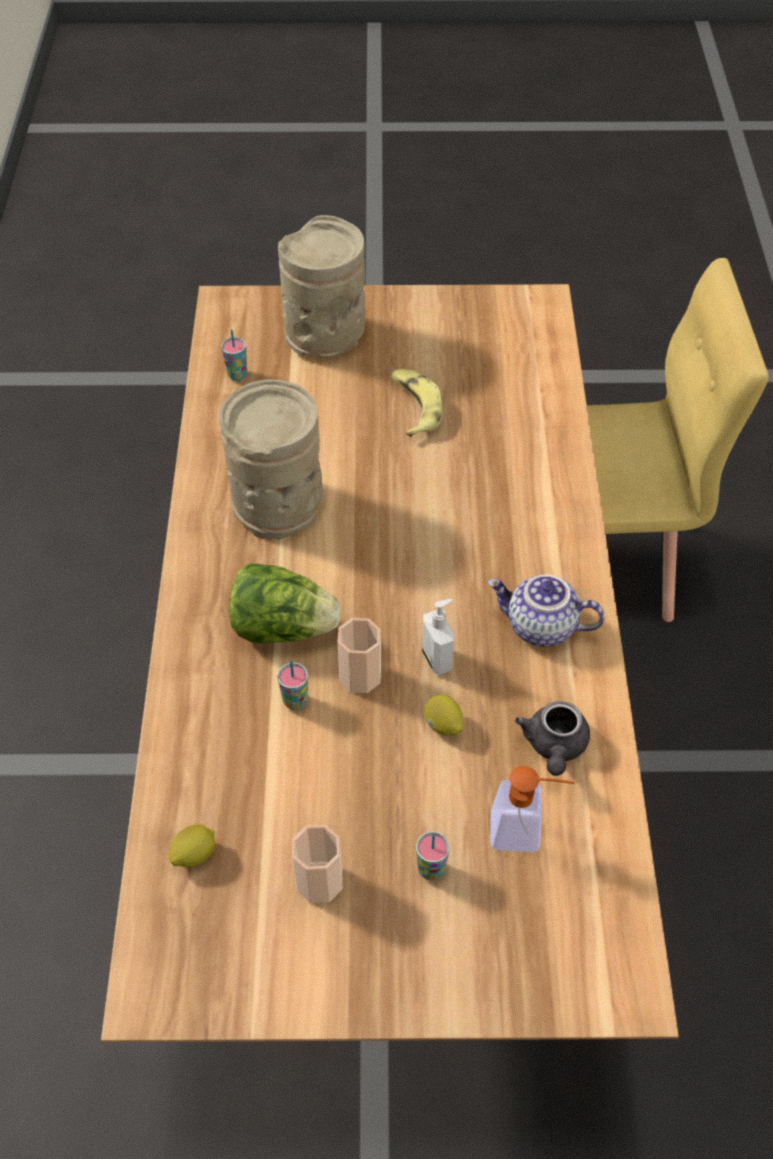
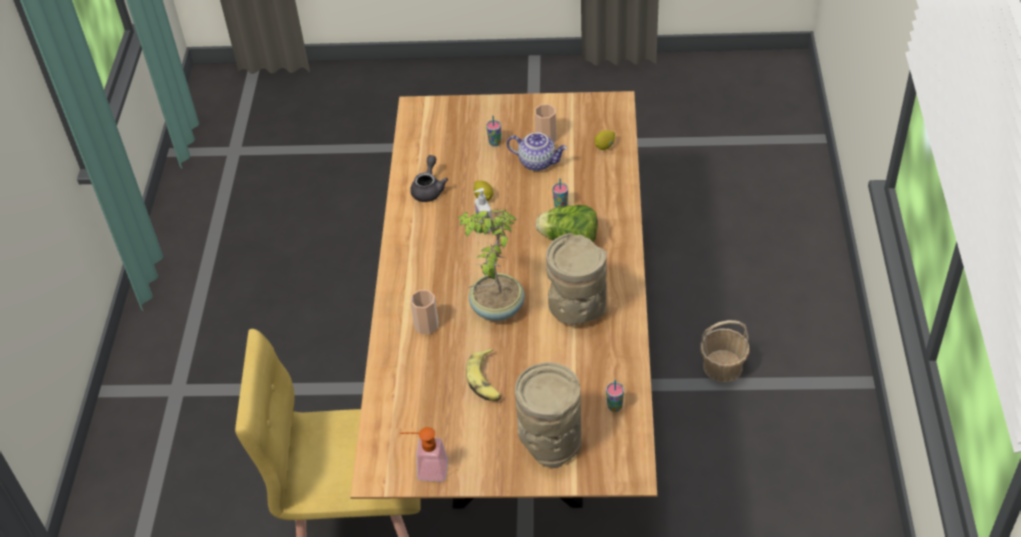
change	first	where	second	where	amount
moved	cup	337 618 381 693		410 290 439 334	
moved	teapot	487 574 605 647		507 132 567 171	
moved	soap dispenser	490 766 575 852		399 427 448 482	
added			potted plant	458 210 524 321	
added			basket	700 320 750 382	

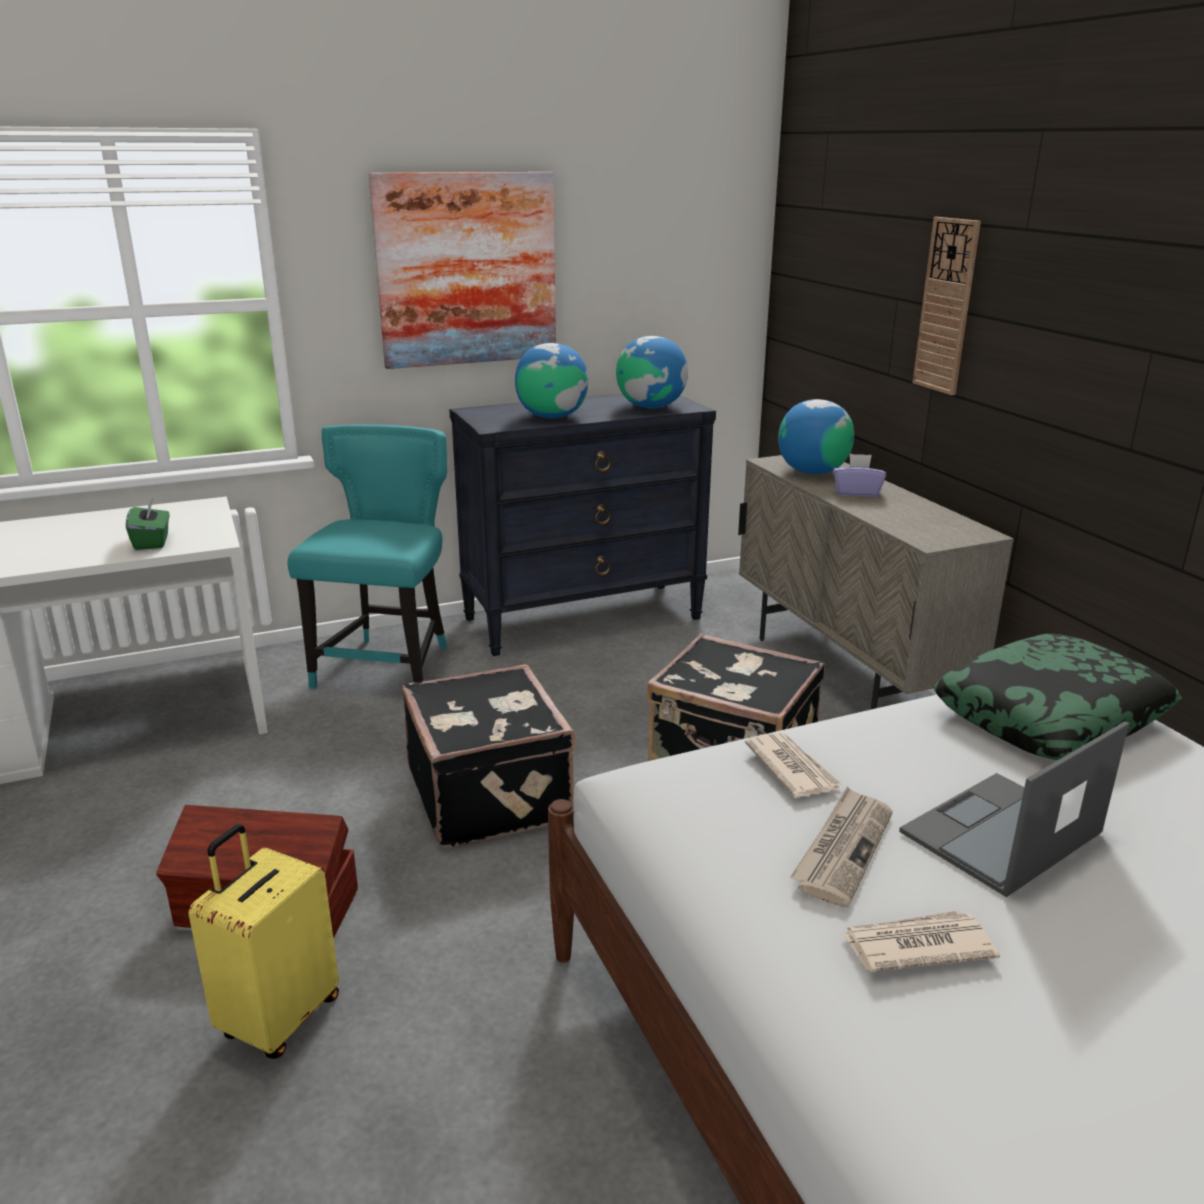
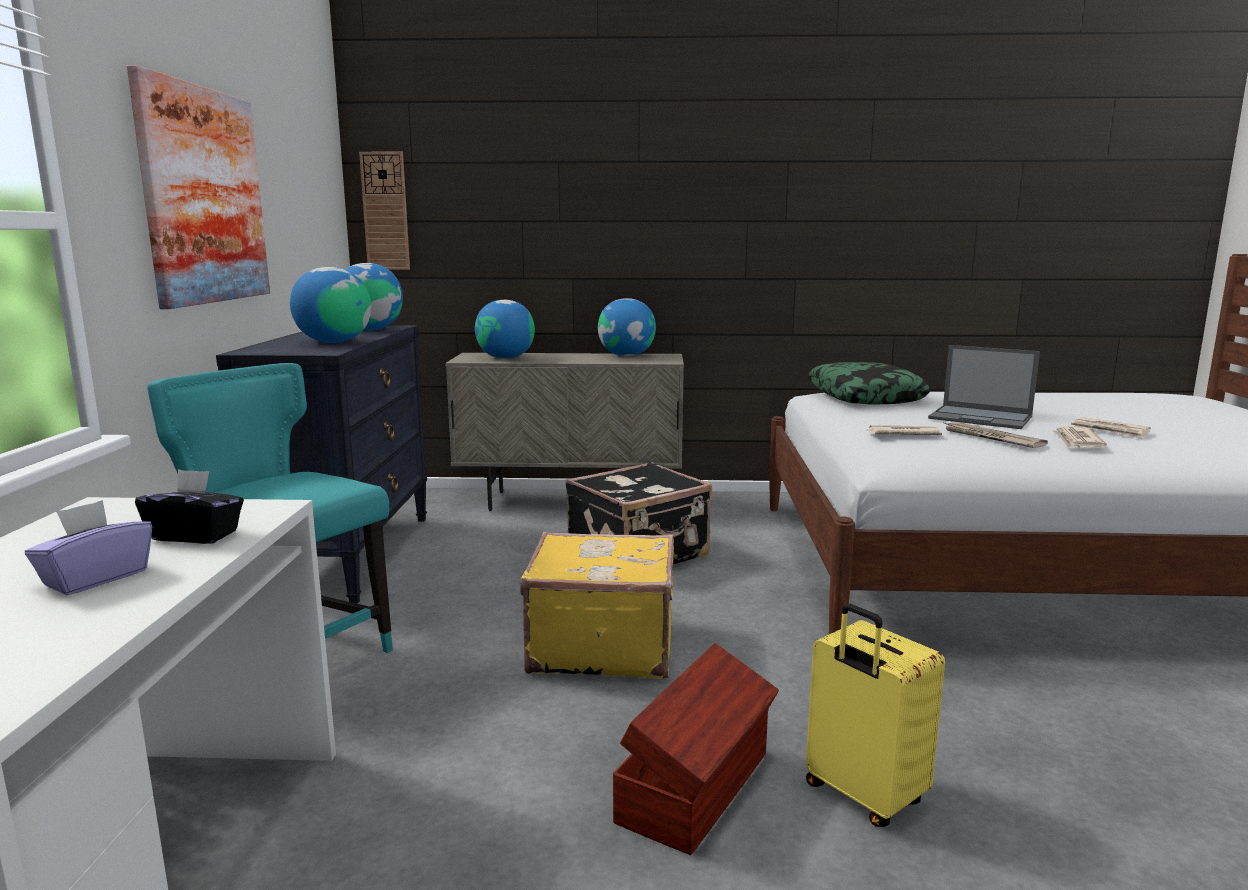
change	first	where	second	where	amount
recoloured	tissue box (green)	126 497 170 550	tissue box (black)	135 469 244 544	
recoloured	suitcase (black)	402 664 575 848	suitcase (yellow)	520 532 674 679	
moved	tissue box (purple)	833 454 886 497		25 500 152 595	
turned	laptop	899 721 1129 897		928 345 1040 429	45 degrees counterclockwise
moved	wall clock	913 217 981 395		359 152 410 270	
added			globe	598 298 656 356	
added			newspaper	1071 417 1151 439	

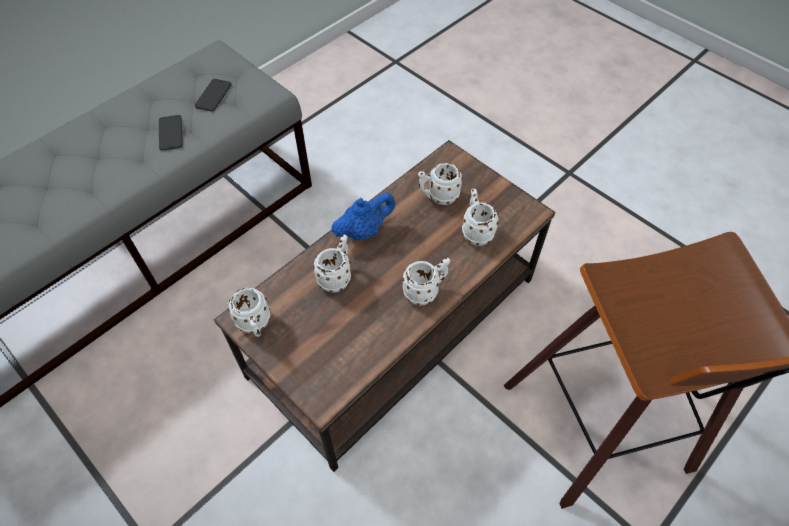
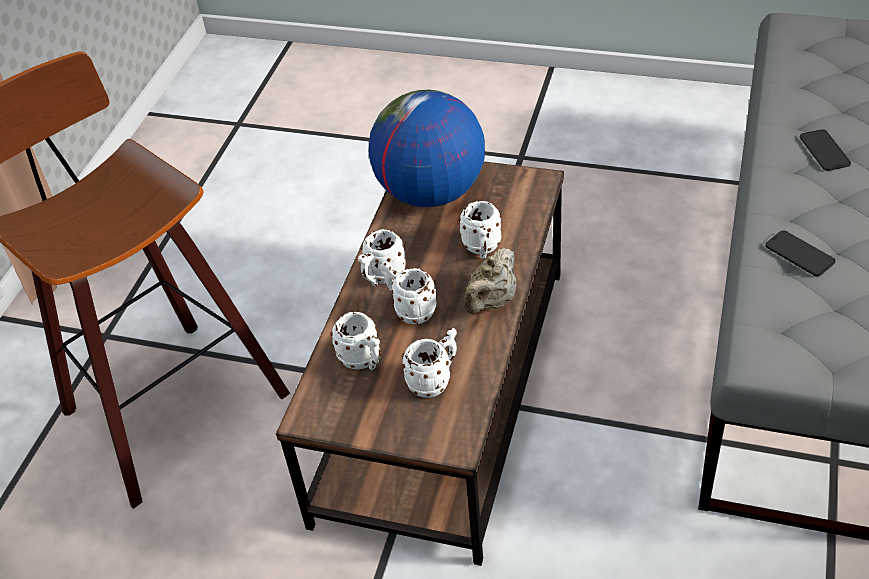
change	first	where	second	where	amount
moved	phone	195 79 232 111		800 129 851 171	
moved	mug (white)	228 288 271 337		382 261 437 324	
recoloured	teapot (blue)	331 192 395 240	teapot (beige)	464 248 516 314	
added			globe	369 90 485 207	

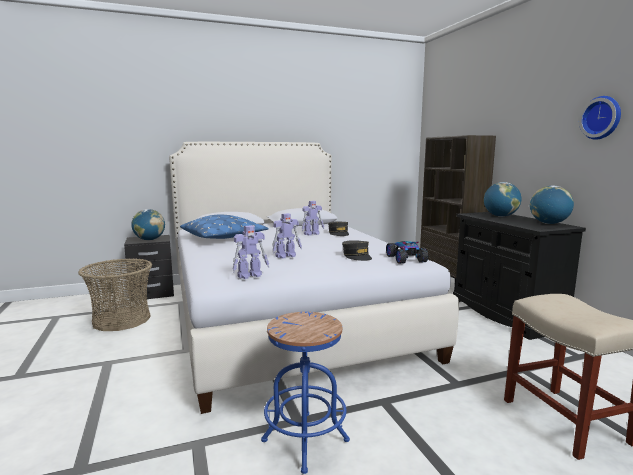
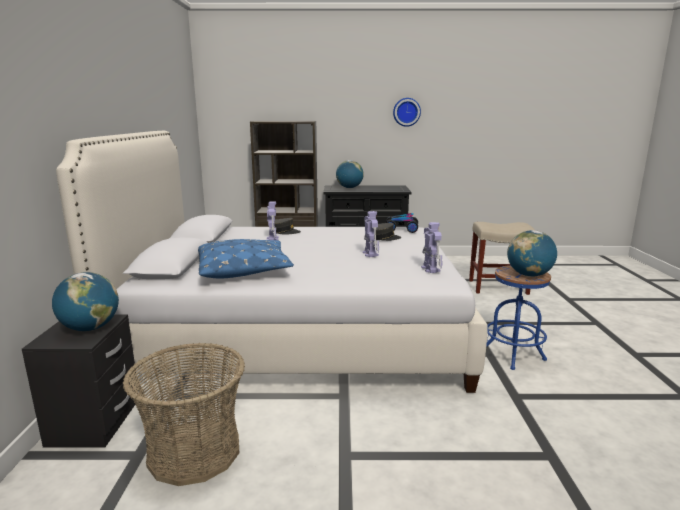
change	first	where	second	where	amount
moved	globe	530 186 574 224		507 230 557 277	

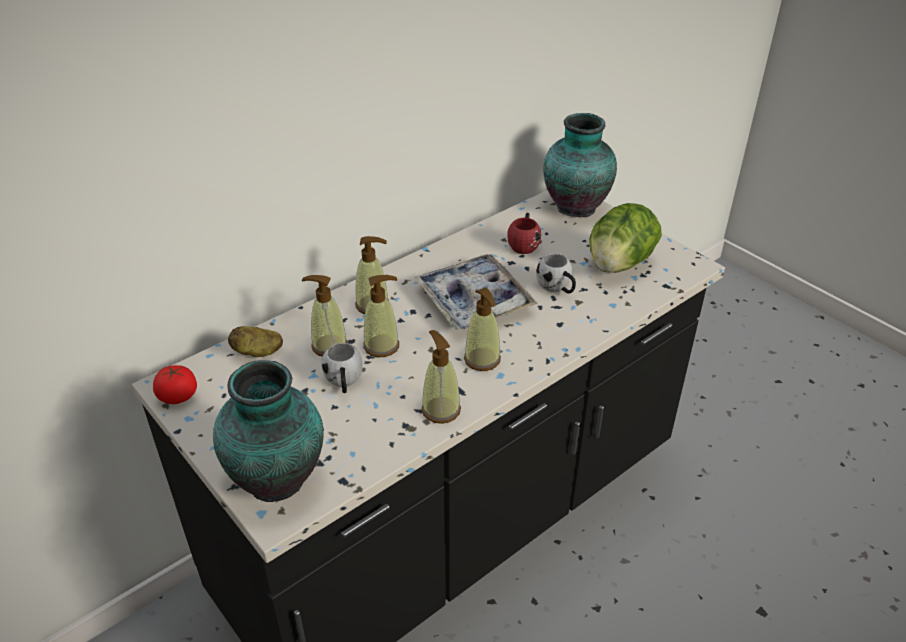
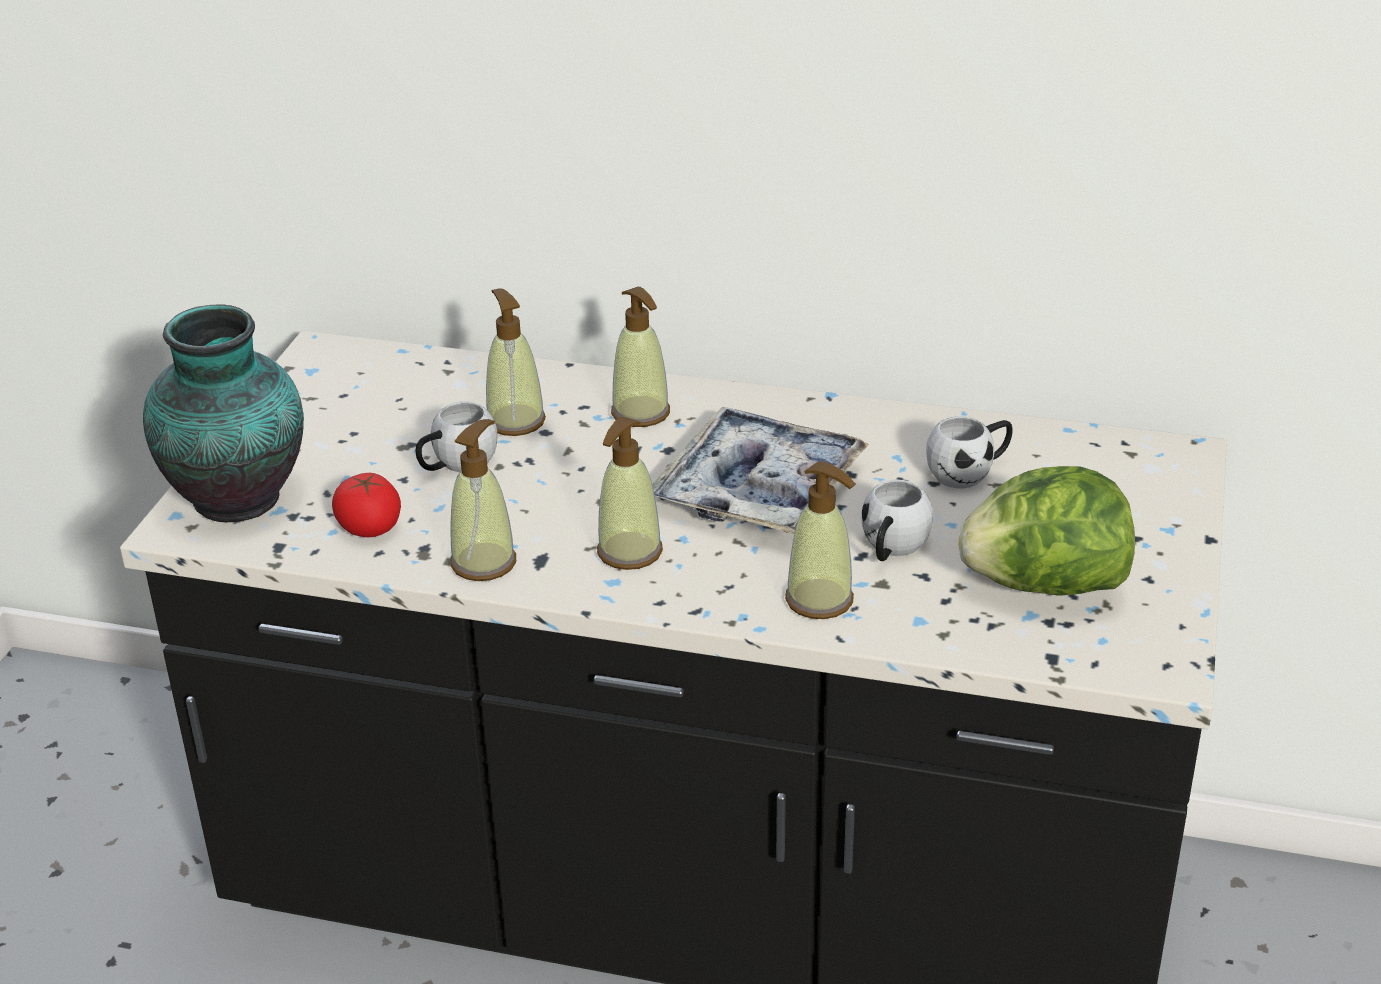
change	first	where	second	where	amount
moved	tomato	153 365 197 404		332 473 401 537	
removed	potato	228 326 283 357			
moved	soap dispenser	363 275 399 357		785 461 855 619	
recoloured	mug (red)	507 213 541 254	mug (white)	926 416 1013 488	
removed	vase	543 113 617 217			

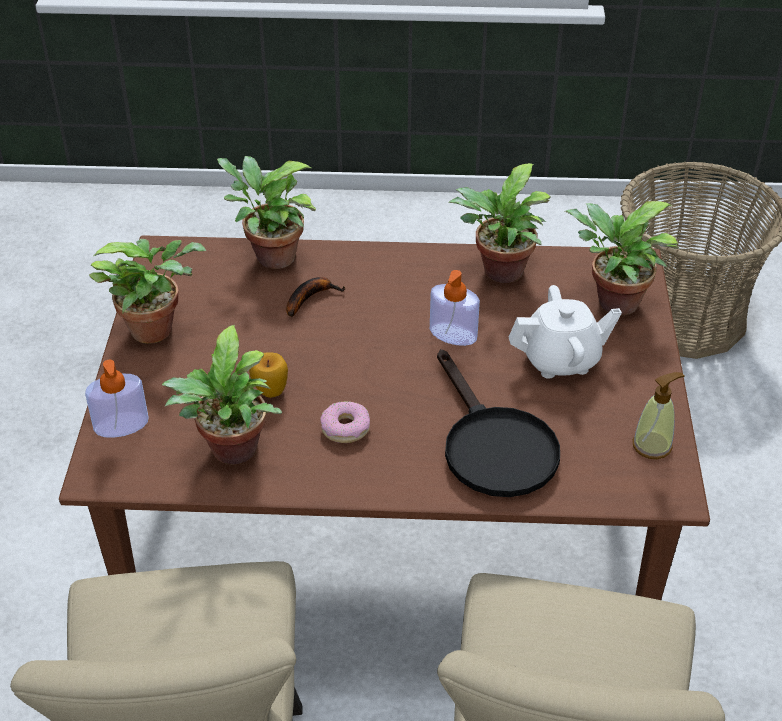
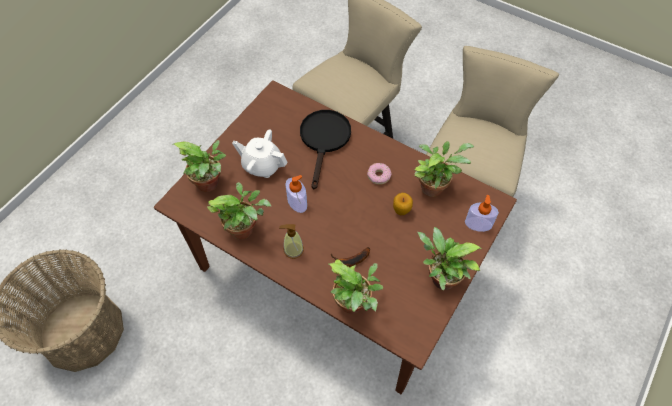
change	first	where	second	where	amount
moved	soap dispenser	633 372 685 459		279 224 304 259	

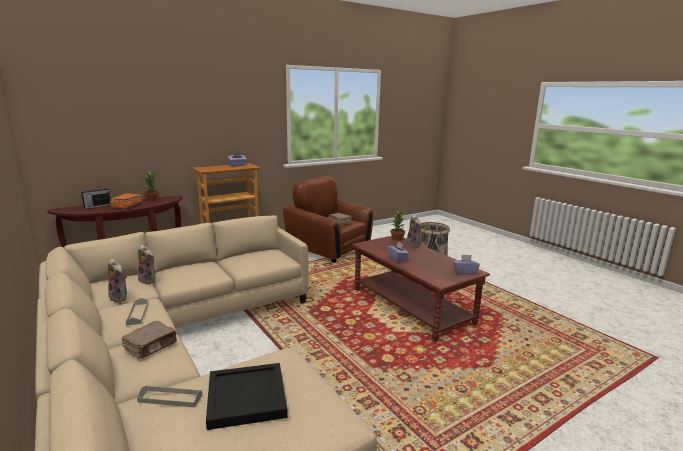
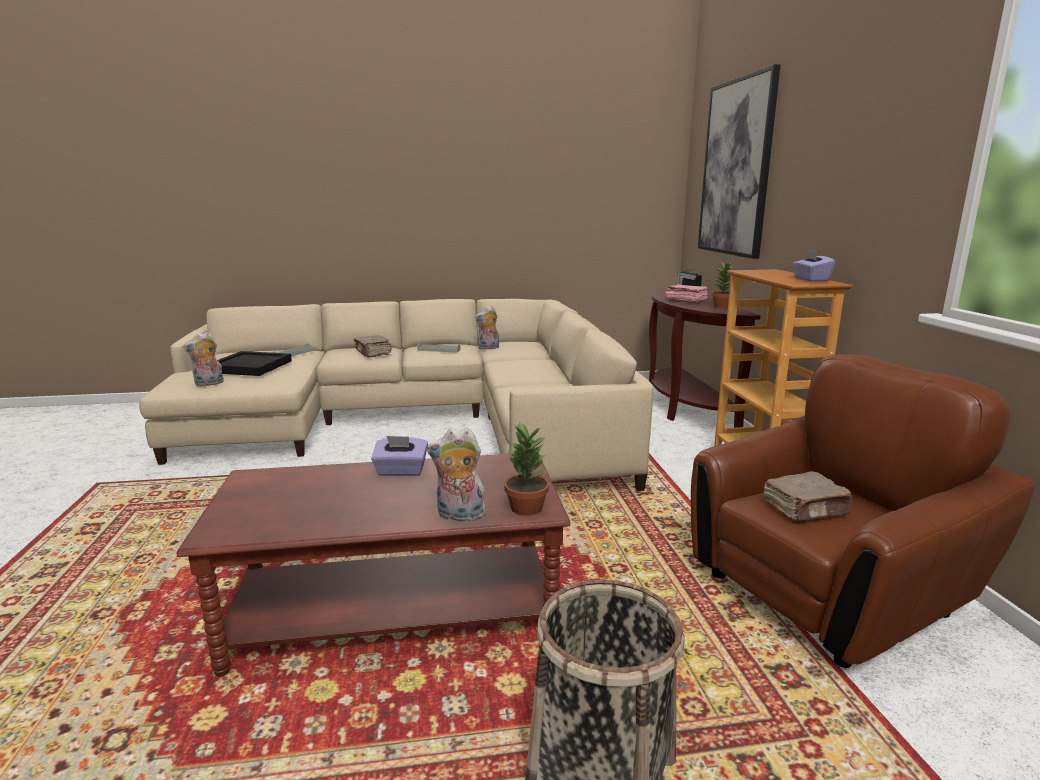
change	first	where	second	where	amount
recoloured	book (orange)	110 193 142 209	book (pink)	665 284 709 302	
moved	plush toy	138 244 155 284		183 332 224 386	
removed	tissue box (purple)	453 254 480 275			
added			picture	698 64 780 259	

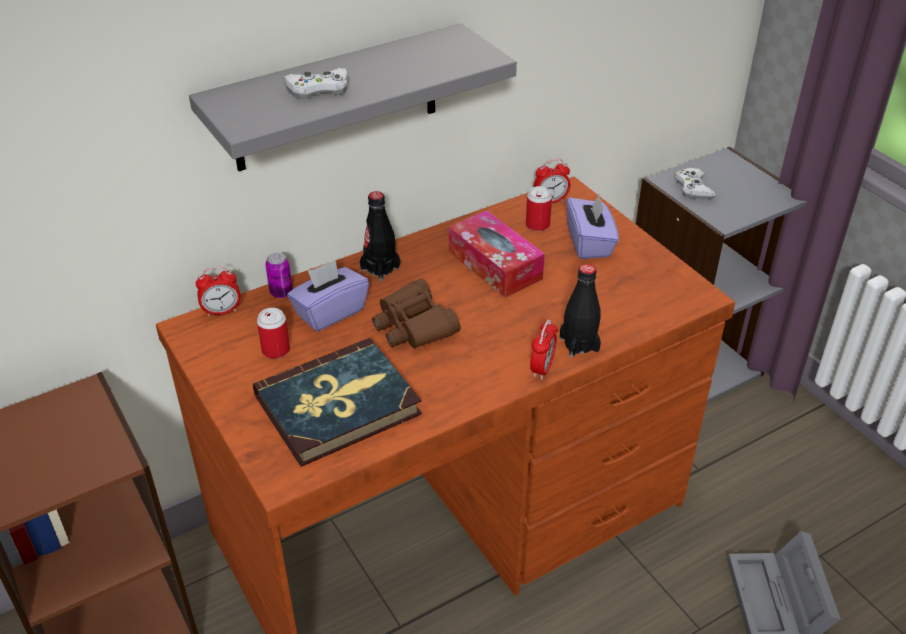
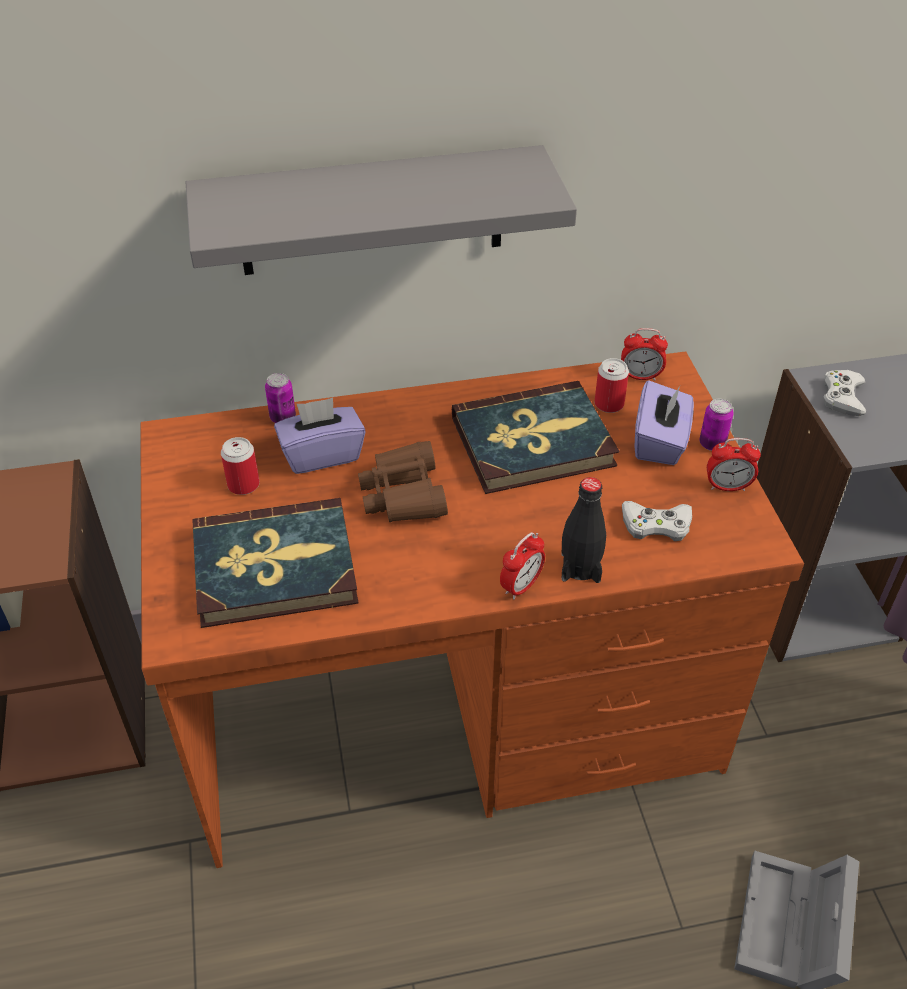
change	first	where	second	where	amount
moved	alarm clock	196 267 241 317		707 438 761 491	
moved	game controller (white)	284 68 348 100		622 501 692 541	
removed	bottle (black)	360 191 400 281			
replaced	tissue box	449 210 545 298	book	452 381 619 494	
added			can	699 399 734 451	

